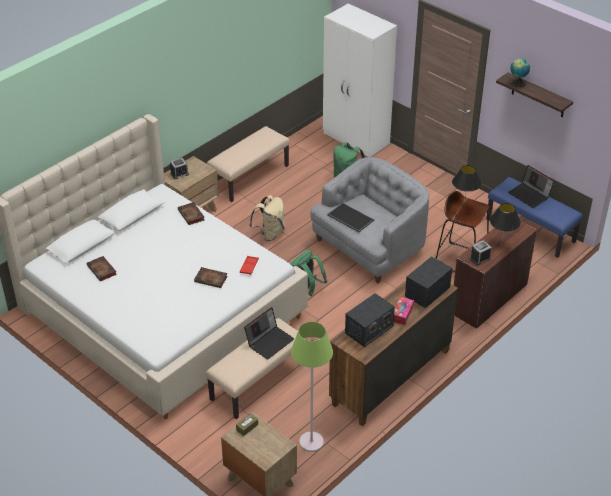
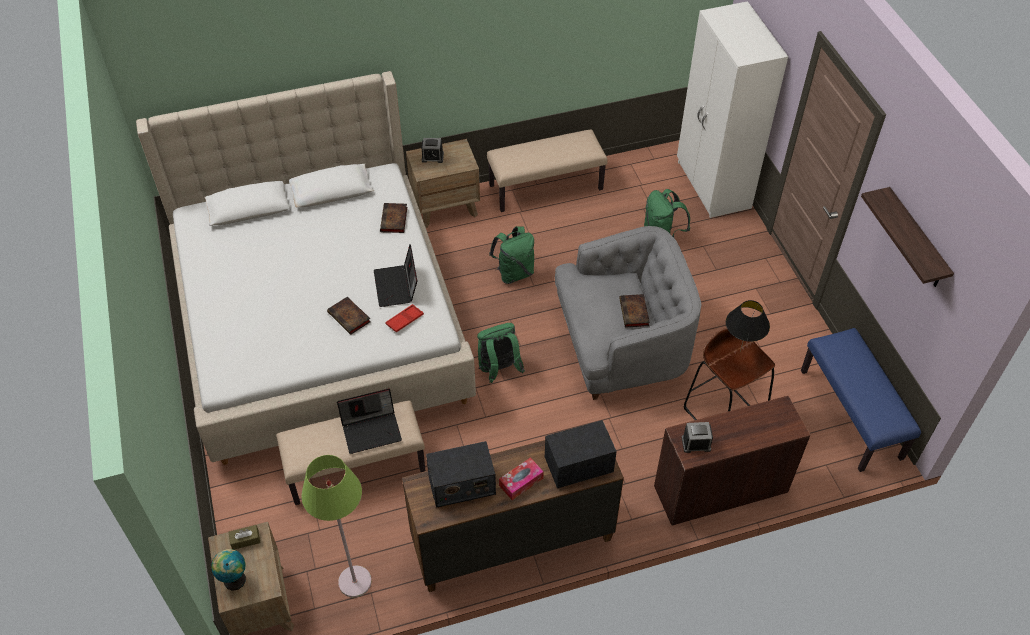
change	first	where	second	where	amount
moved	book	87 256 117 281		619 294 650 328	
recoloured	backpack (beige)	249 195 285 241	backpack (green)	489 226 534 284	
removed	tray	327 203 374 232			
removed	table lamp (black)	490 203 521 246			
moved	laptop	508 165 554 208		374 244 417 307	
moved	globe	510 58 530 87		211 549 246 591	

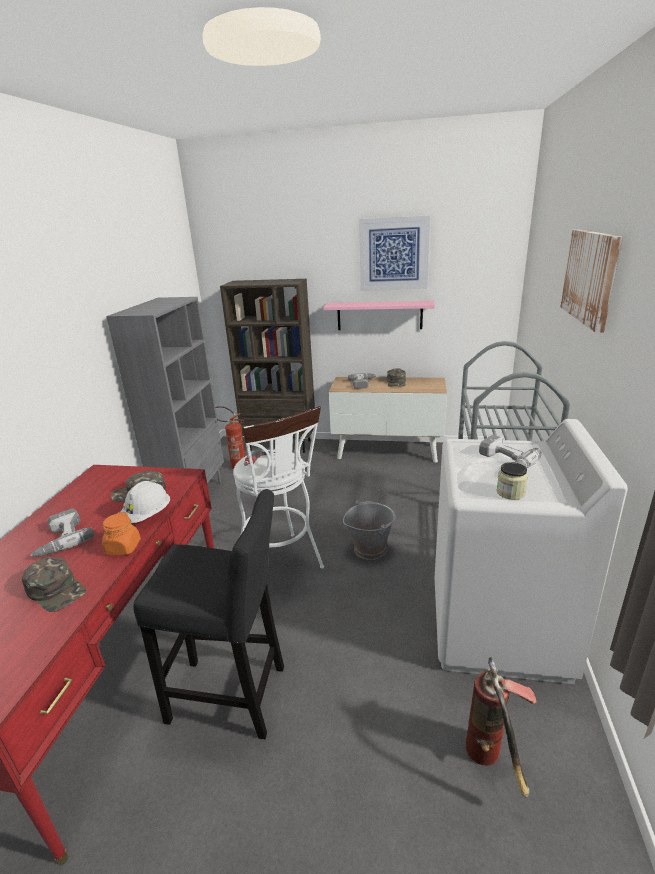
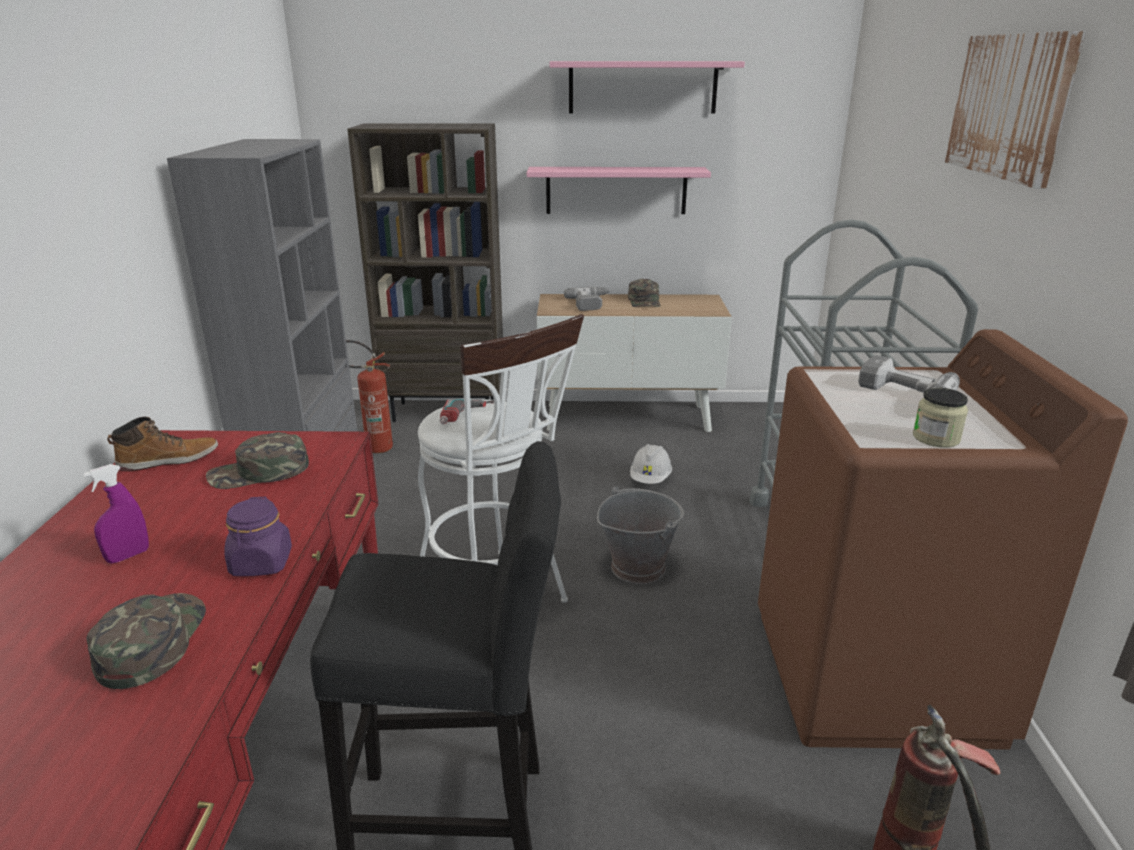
change	first	where	second	where	amount
turned	cap (green)	22 557 86 612		87 593 206 689	120 degrees counterclockwise
replaced	power drill	30 508 94 557	spray bottle (purple)	83 464 149 563	
recoloured	jar (orange)	102 512 141 555	jar (purple)	224 497 292 576	
moved	hard hat (white)	119 481 170 523		630 444 672 484	
replaced	picture	359 216 430 291	shelf (pink)	549 61 745 114	
recoloured	washing machine (white)	435 419 628 684	washing machine (brown)	758 329 1128 750	
added			boot	107 417 218 472	

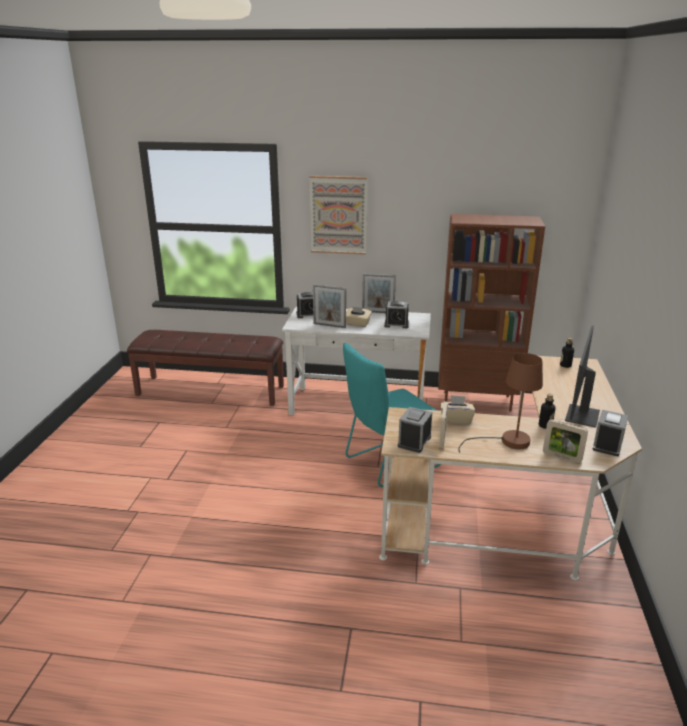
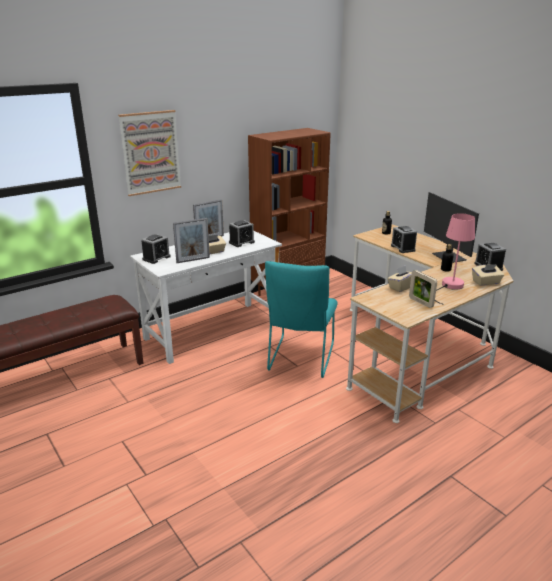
change	first	where	second	where	amount
moved	alarm clock	398 407 432 453		391 226 417 253	
recoloured	table lamp (brown)	459 353 543 453	table lamp (pink)	435 213 475 305	
replaced	picture frame	543 420 588 463	tissue box (beige)	472 264 504 286	

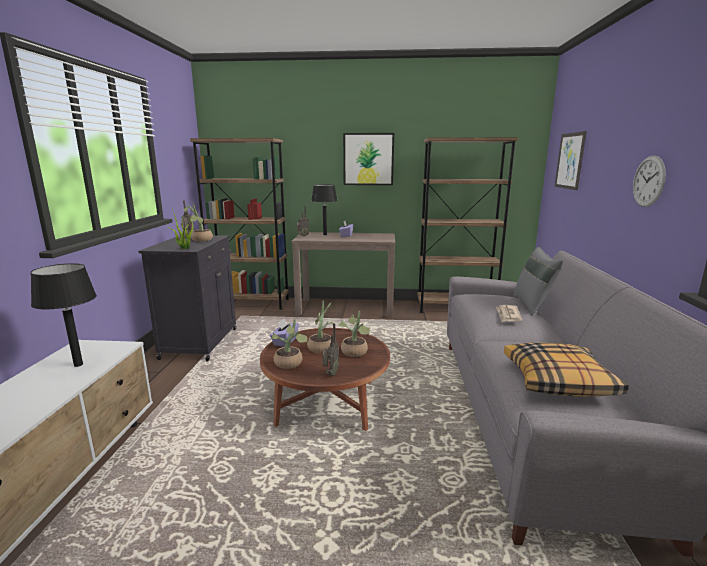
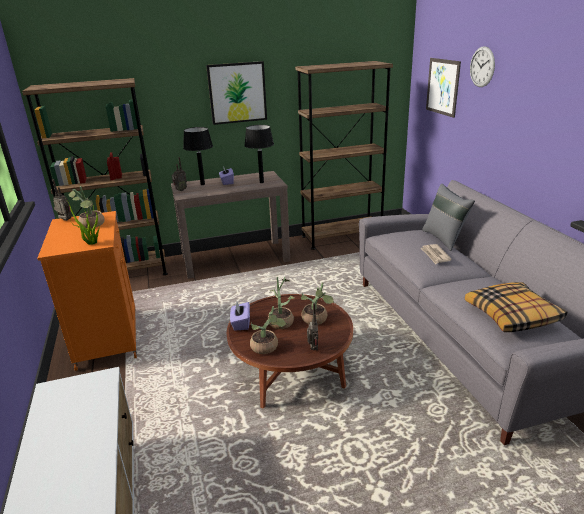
change	first	where	second	where	amount
moved	table lamp (black)	30 263 97 367		244 125 274 183	
recoloured	cabinet (black)	138 235 236 362	cabinet (orange)	37 211 137 371	
moved	wall clock	633 155 666 207		470 46 495 87	

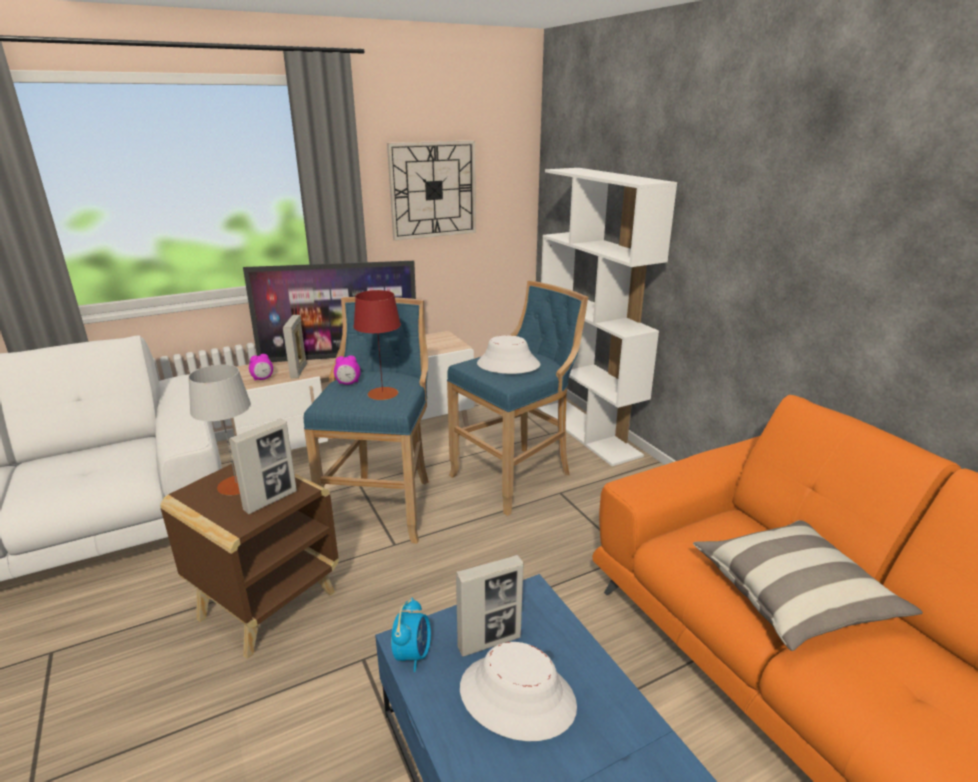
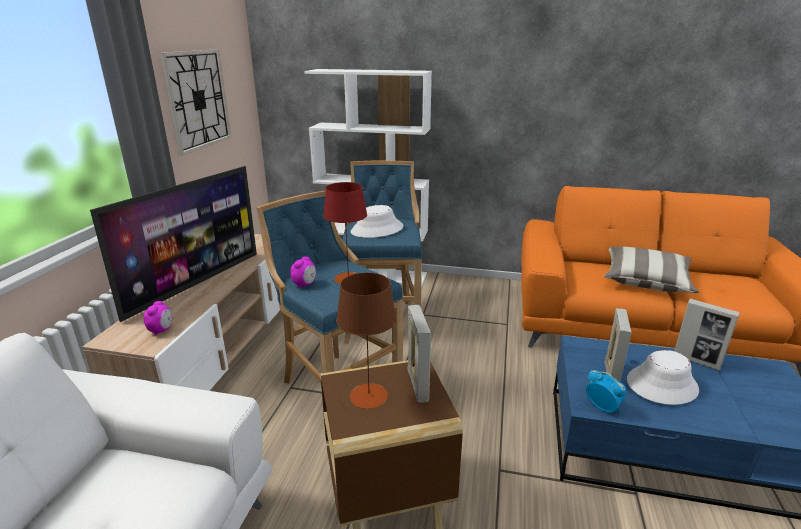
change	first	where	second	where	amount
recoloured	table lamp (grey)	188 364 251 495	table lamp (brown)	336 273 397 409	
moved	picture frame	283 315 307 379		674 299 740 371	

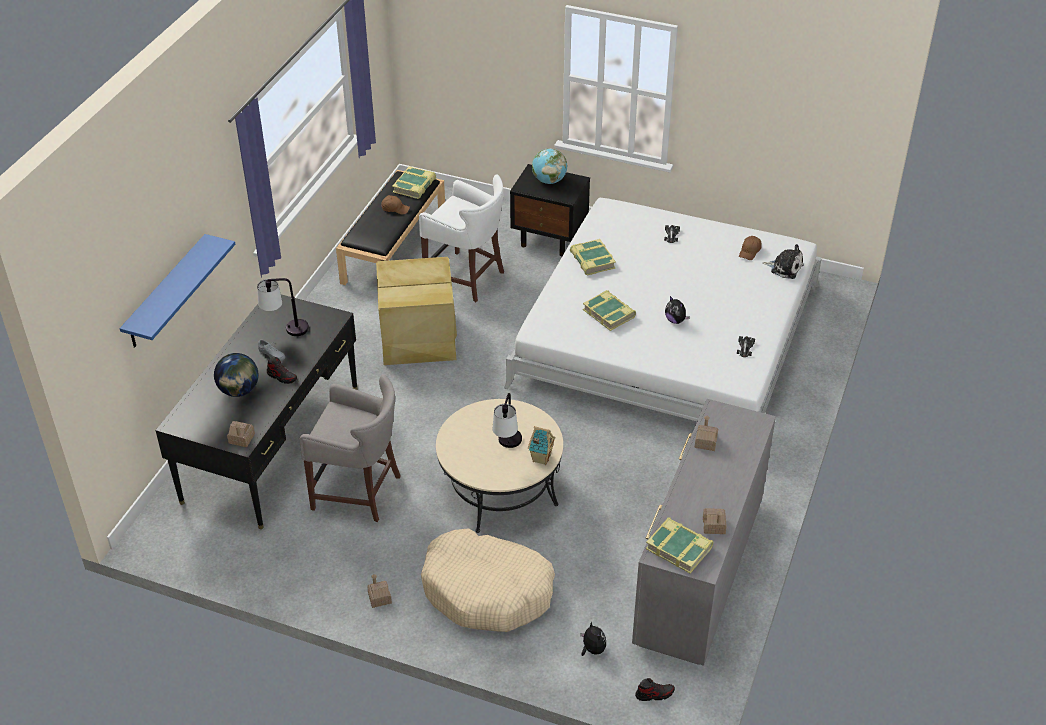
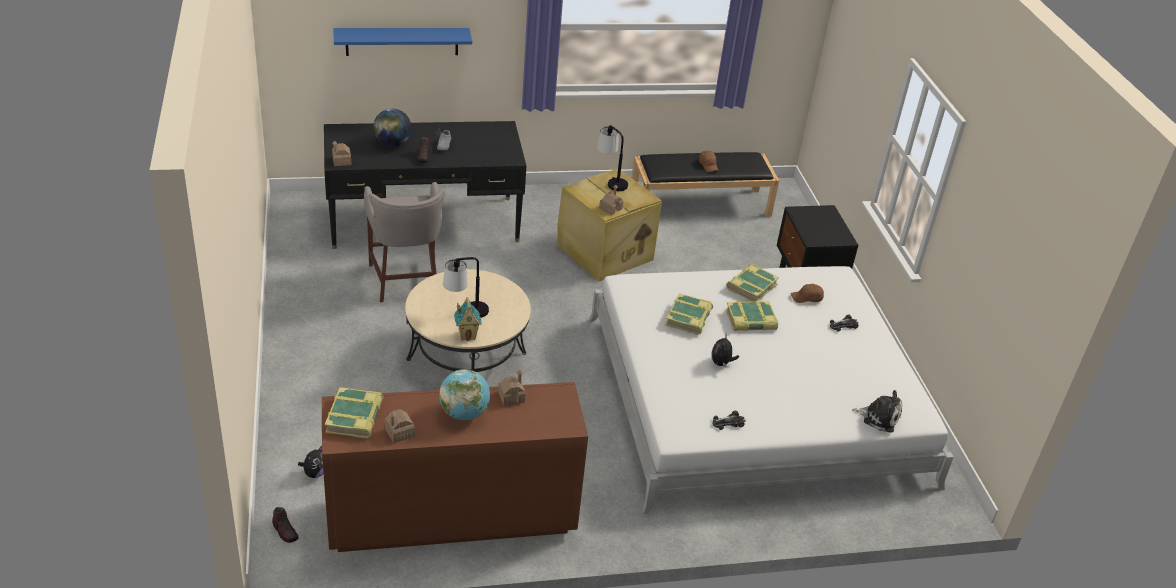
change	first	where	second	where	amount
moved	table lamp	257 278 309 336		597 125 628 191	
moved	toy house	367 574 392 608		599 185 623 215	
moved	book	392 166 436 199		725 301 778 331	
removed	stool (white)	419 174 504 302			
removed	dog bed (beige)	421 528 555 632			
moved	globe	532 148 567 184		439 369 490 420	
recoloured	dresser (grey)	632 399 776 666	dresser (brown)	322 382 588 552	
moved	cap (brown)	739 236 762 260		791 284 824 303	
turned	plush toy	763 244 803 279		852 390 902 433	60 degrees counterclockwise

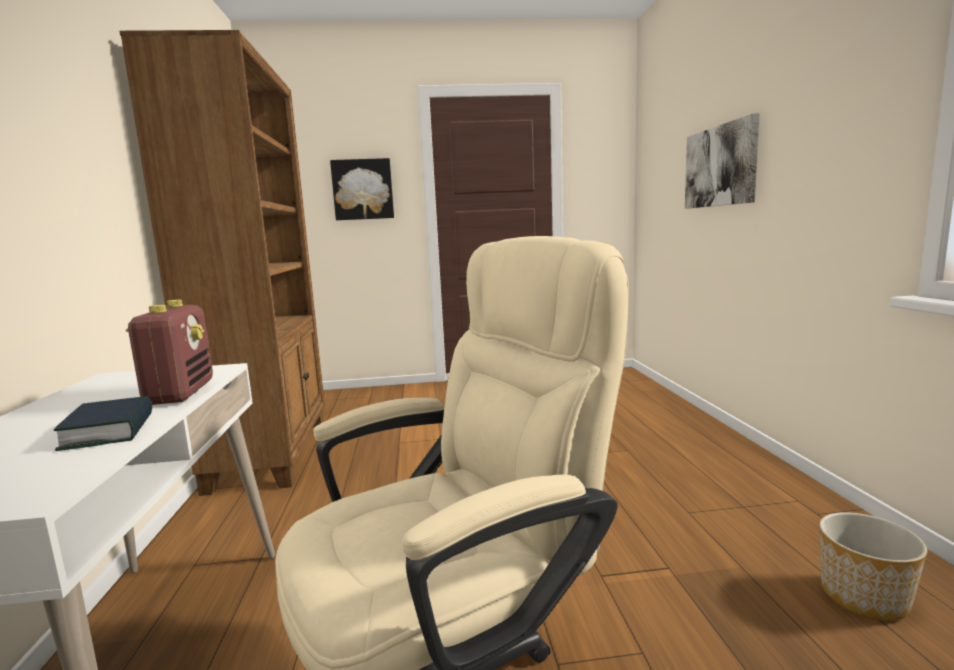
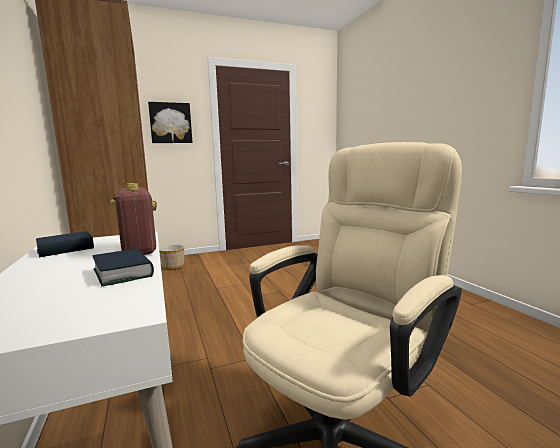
change	first	where	second	where	amount
removed	picture	685 113 760 209			
moved	planter	819 512 927 621		159 244 184 270	
added			book	36 231 94 257	

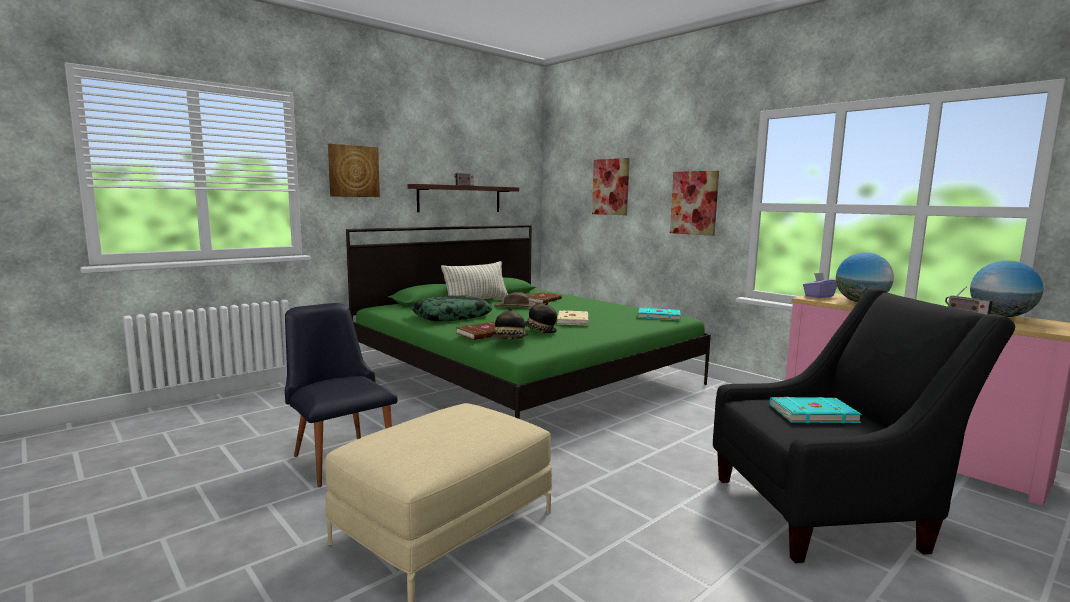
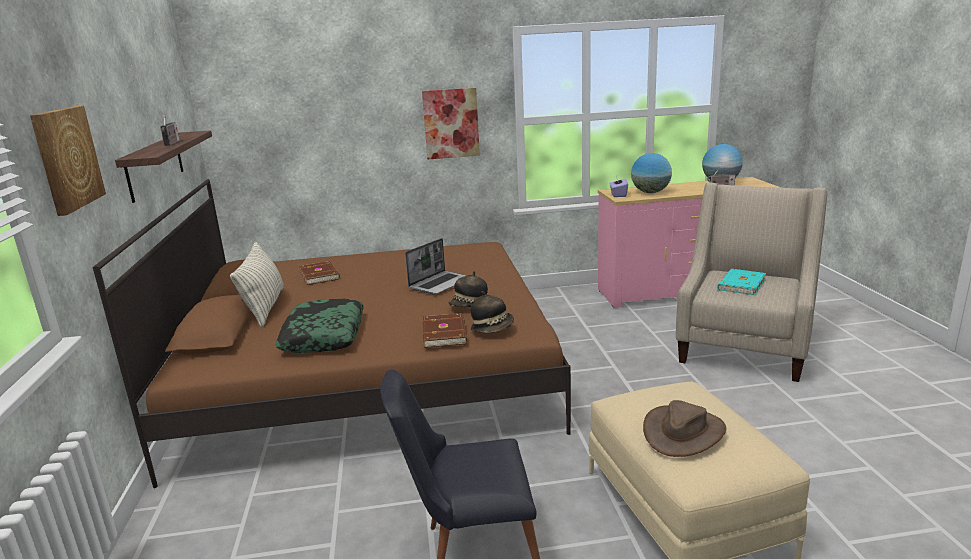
change	first	where	second	where	amount
recoloured	bed (green)	346 225 711 419	bed (brown)	93 179 571 488	
moved	hat (brown)	494 292 537 307		643 400 726 457	
replaced	book (beige)	557 310 589 325	laptop	405 238 467 295	
removed	picture	592 158 630 215			
removed	book (turquoise)	638 308 680 320			
recoloured	armchair (black)	713 288 1015 563	armchair (beige)	676 182 827 382	

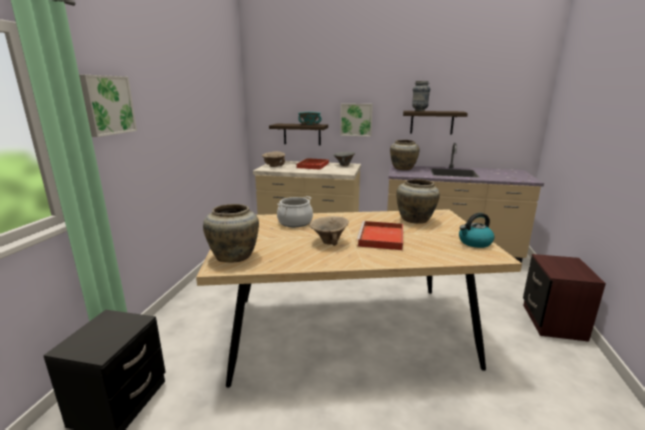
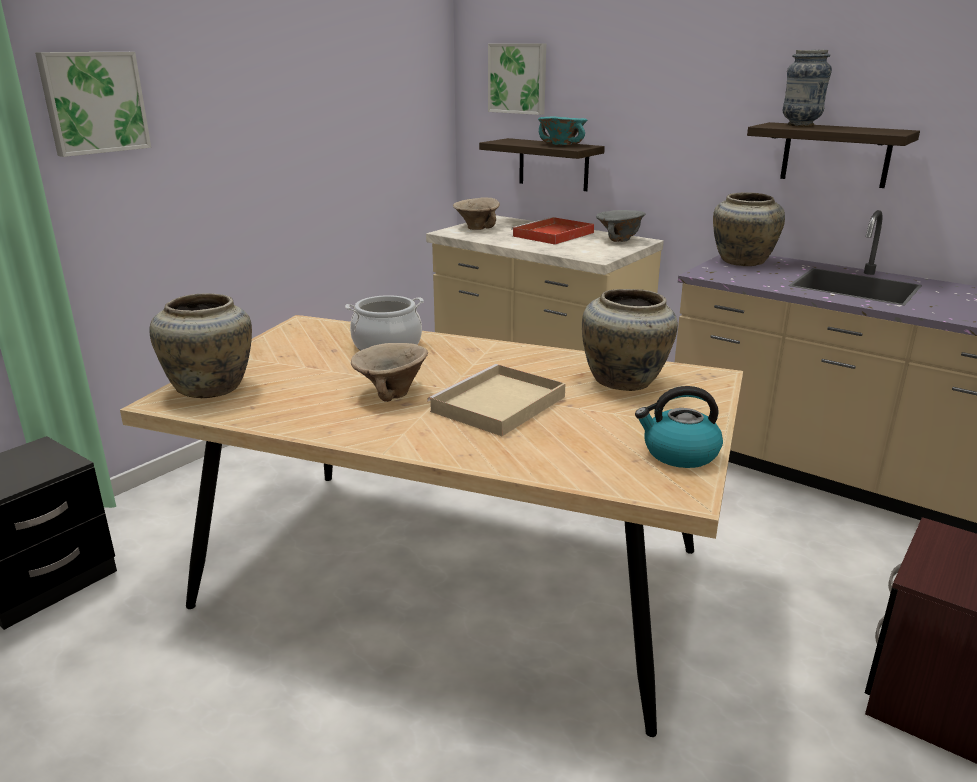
change	first	where	second	where	amount
moved	picture	340 104 373 137		488 43 546 115	
recoloured	tray (red)	356 221 403 250	tray (beige)	427 364 565 436	

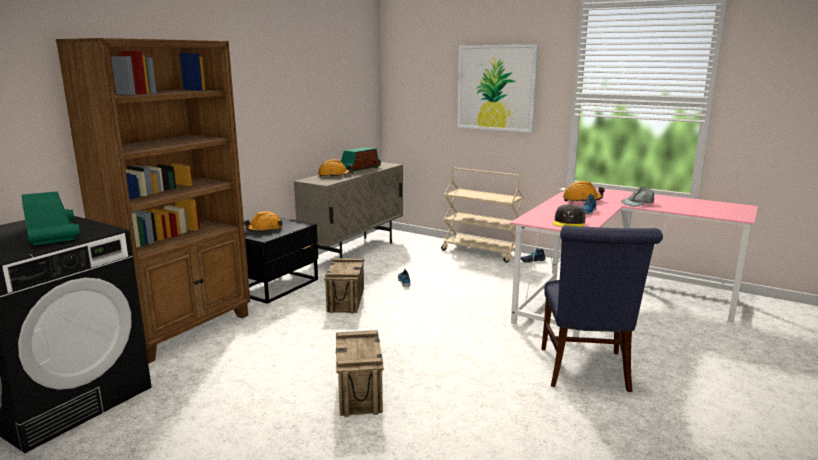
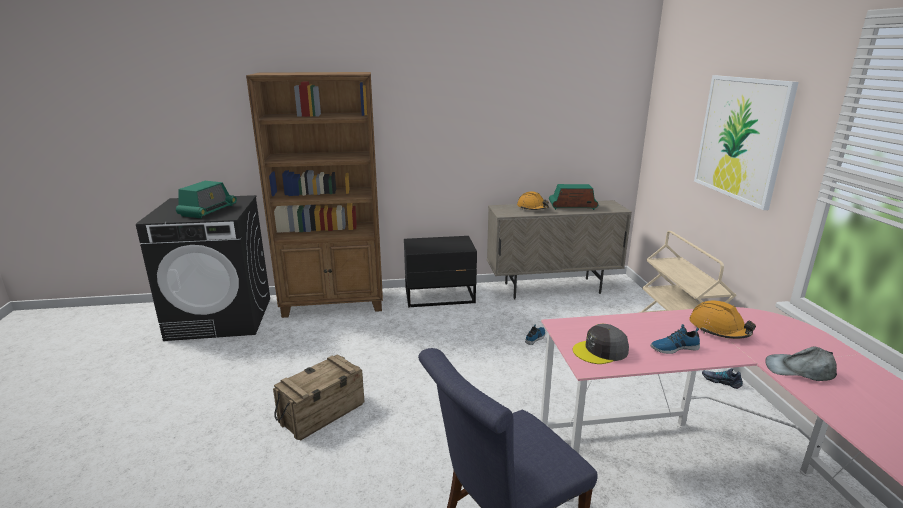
change	first	where	second	where	amount
removed	hard hat (orange)	244 211 283 232			
removed	crate	324 258 364 313			

